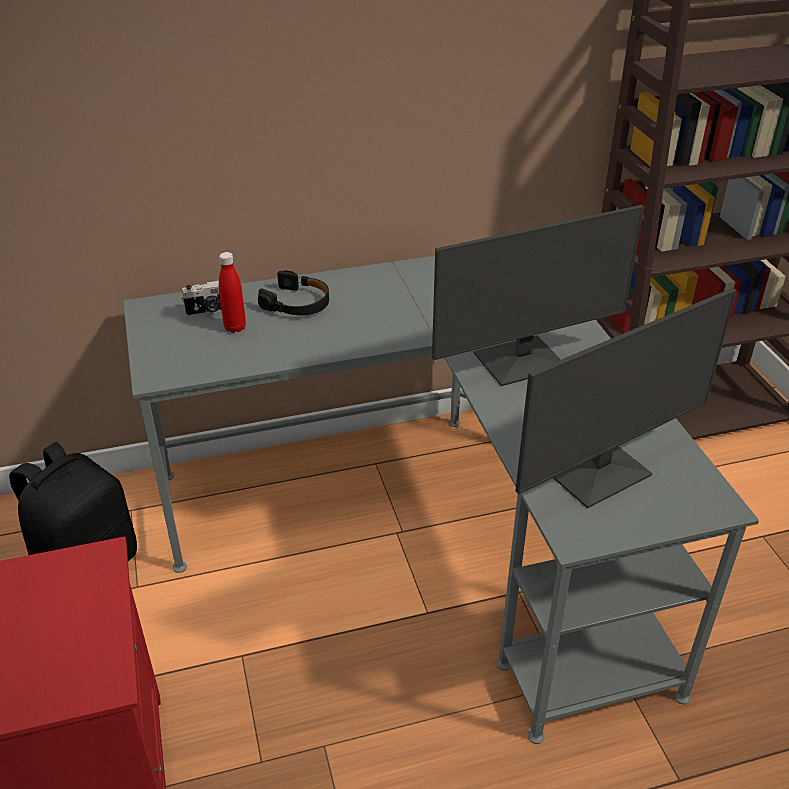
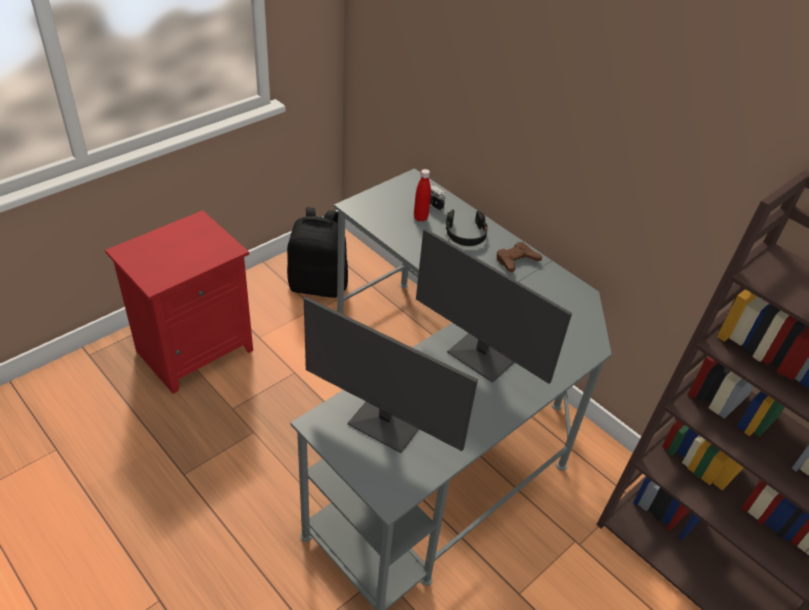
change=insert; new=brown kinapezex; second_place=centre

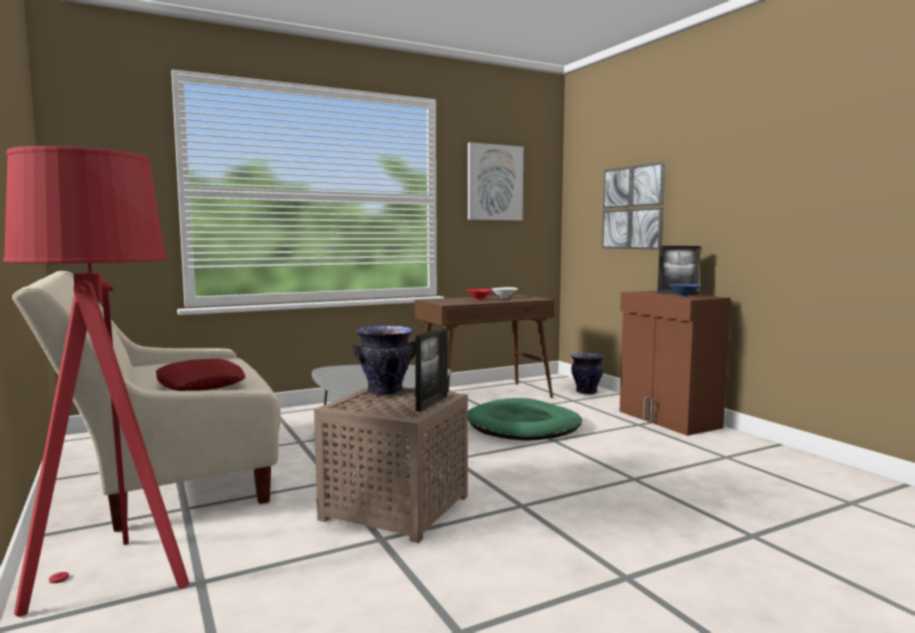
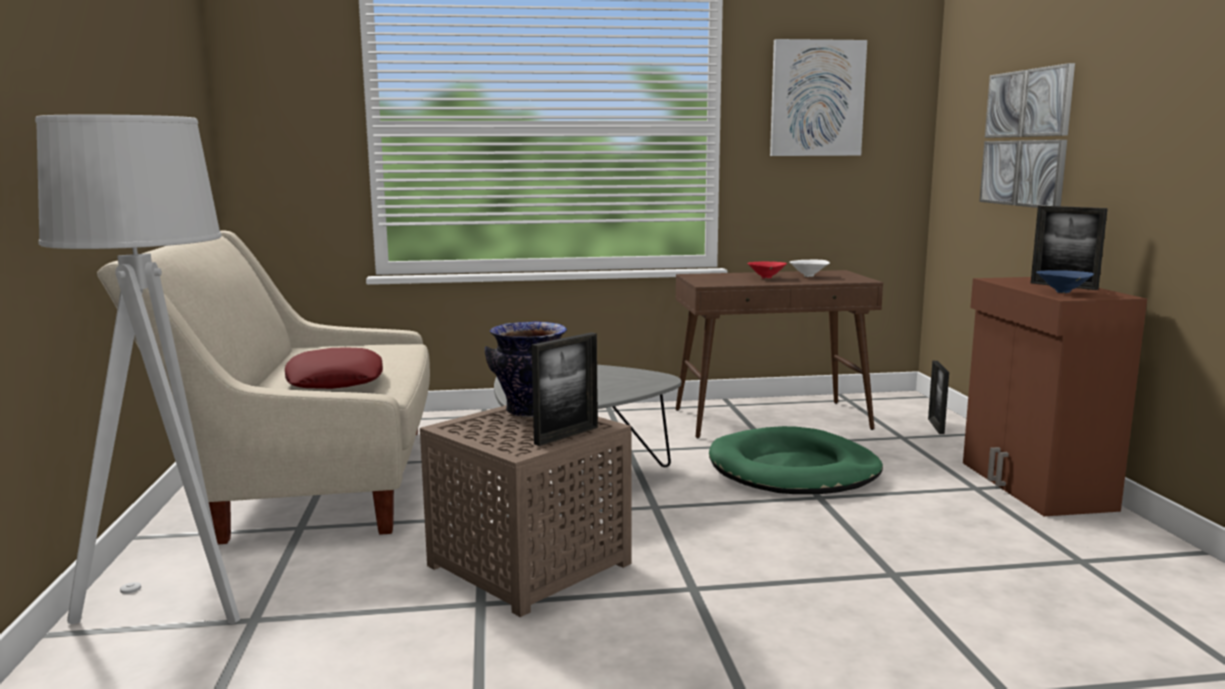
change=replace; old=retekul (2nd from left); new=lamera (2nd from left); first_place=centre; second_place=middle right
change=recolor; old=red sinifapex; new=grey sinifapex; first_place=middle left; second_place=middle left

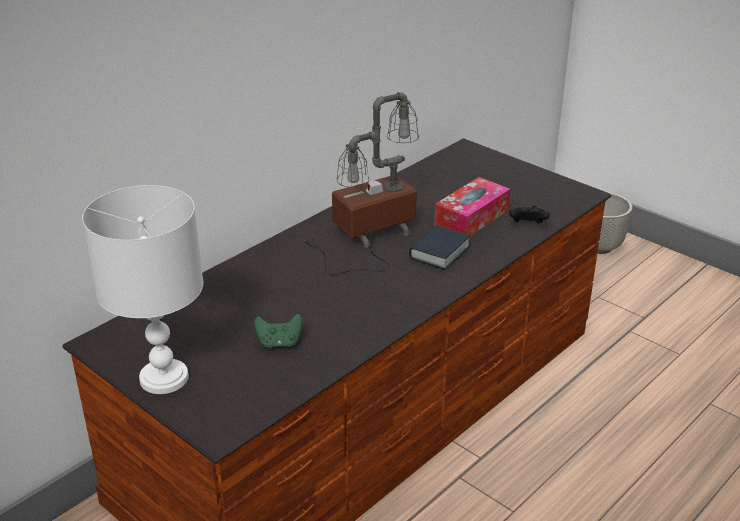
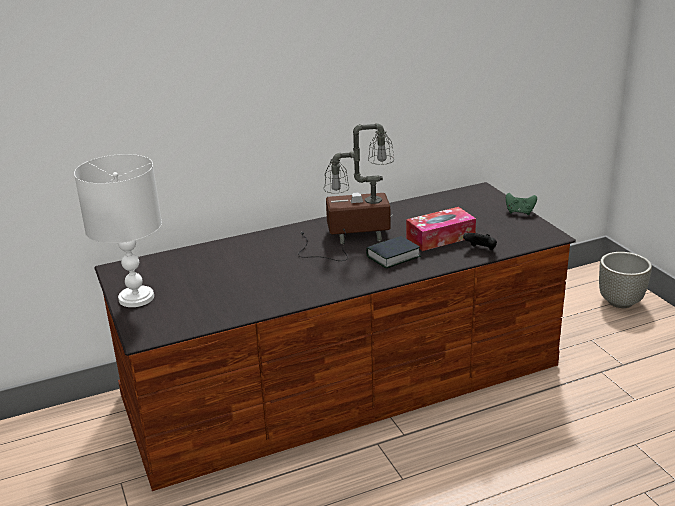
change=move; old=green kinapezex; first_place=centre; second_place=middle right

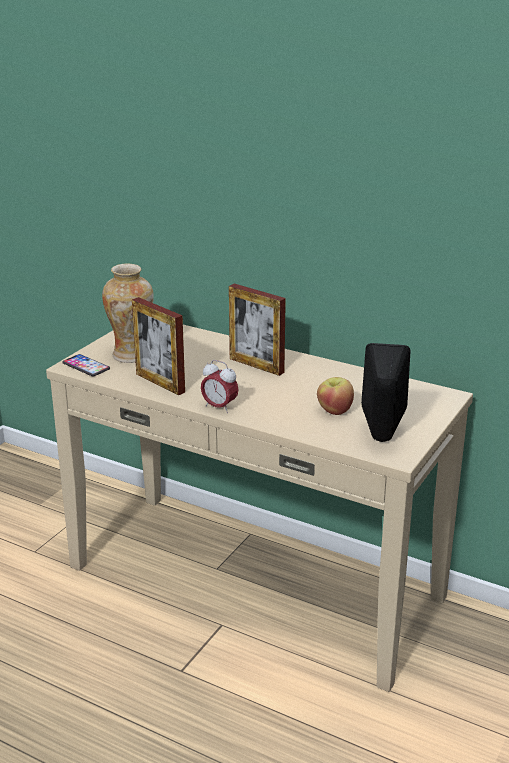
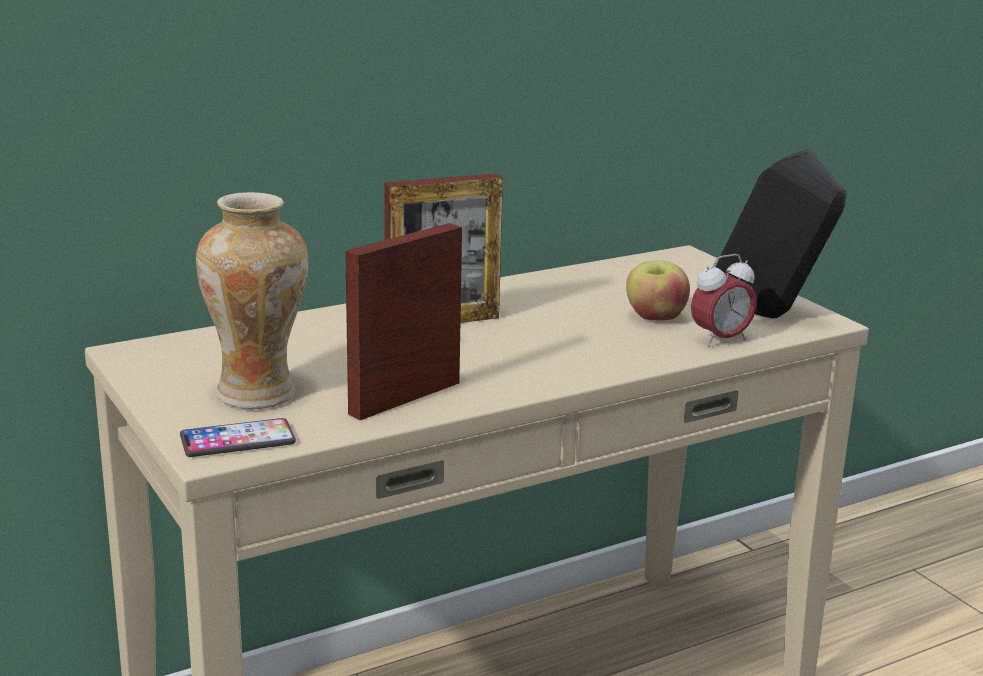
change=move; old=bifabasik; first_place=centre; second_place=middle right
change=rotate; old=lamera (1st from left); first_place=middle left; second_place=centre; degrees=150

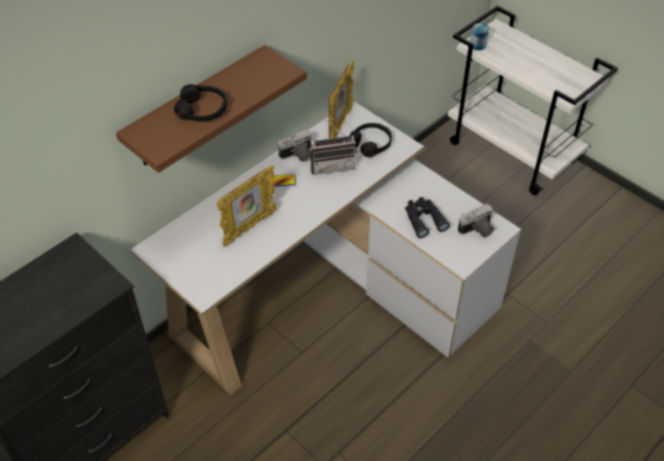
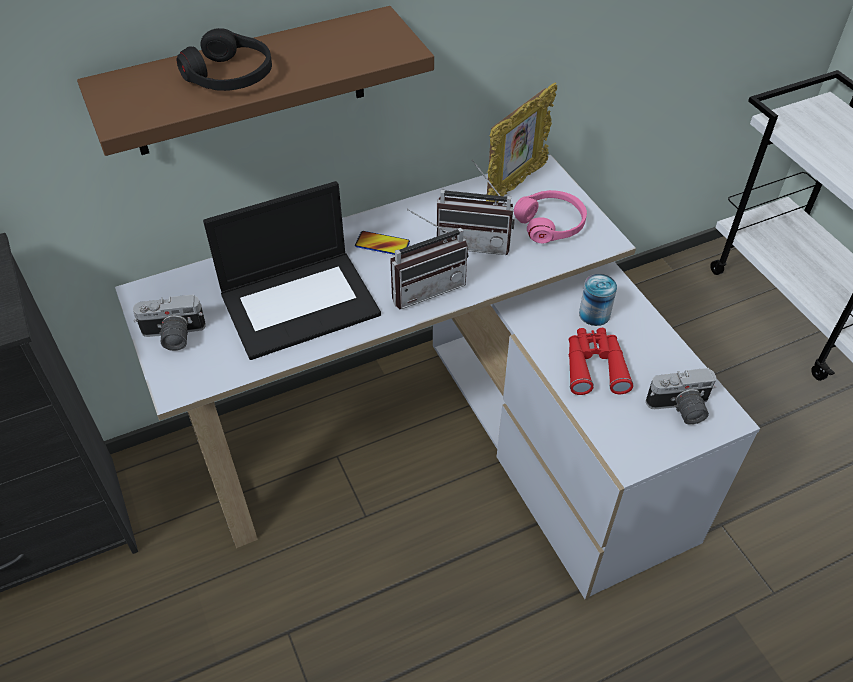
change=insert; new=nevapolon (1st from left); second_place=centre
change=move; old=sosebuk (1st from left); first_place=top centre; second_place=middle left
change=move; old=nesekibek; first_place=top right; second_place=middle right
change=replace; old=lamera (1st from left); new=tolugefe; first_place=centre; second_place=centre
change=recolor; old=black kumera (2nd from left); new=pink kumera; first_place=top centre; second_place=top centre
change=recolor; old=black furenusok; new=red furenusok; first_place=centre; second_place=middle right

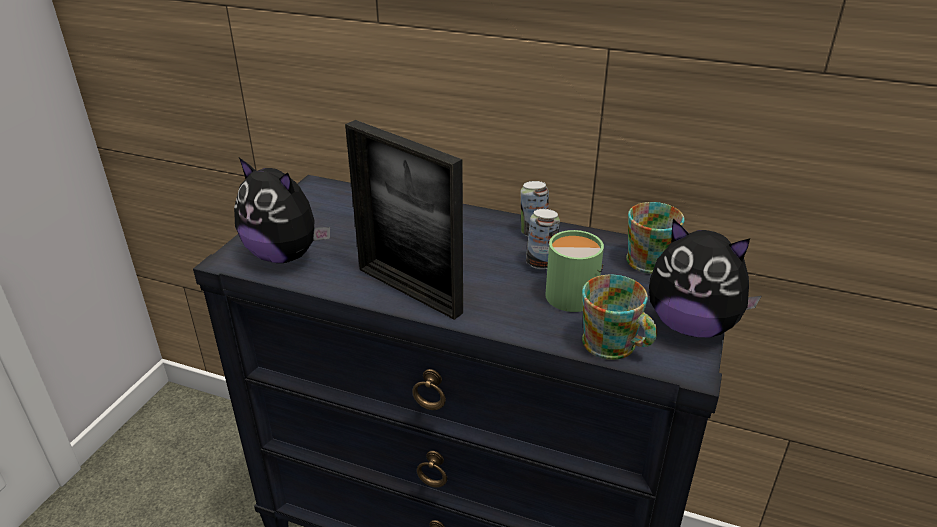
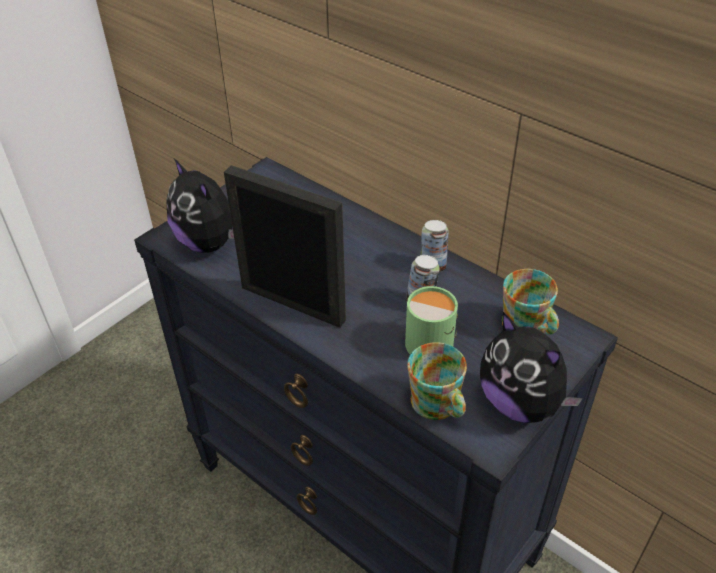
change=rotate; old=lamera; first_place=centre; second_place=centre; degrees=150

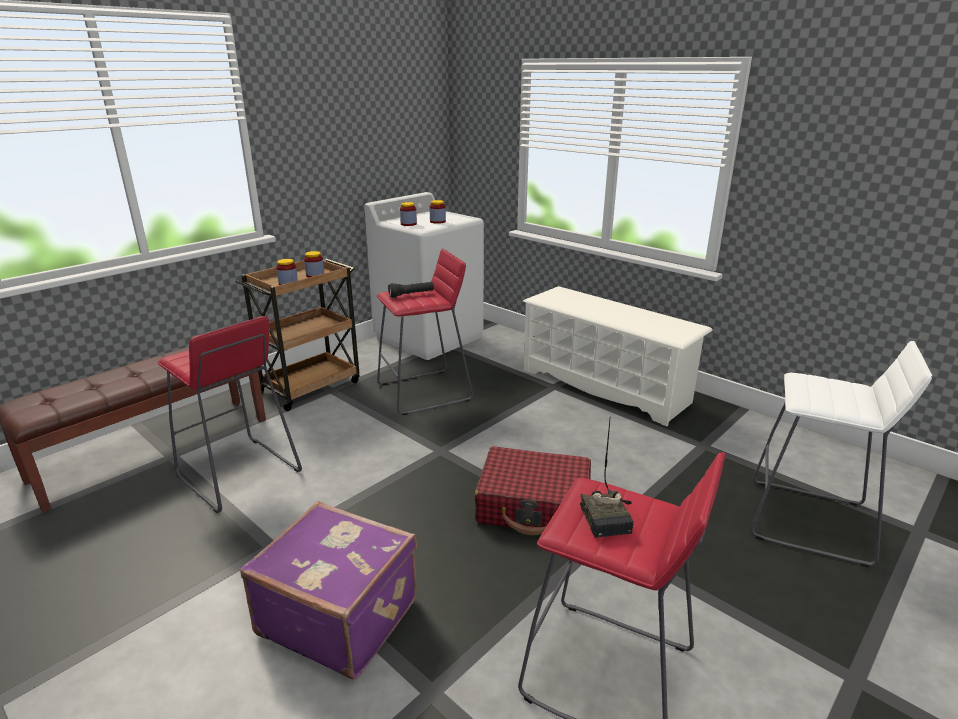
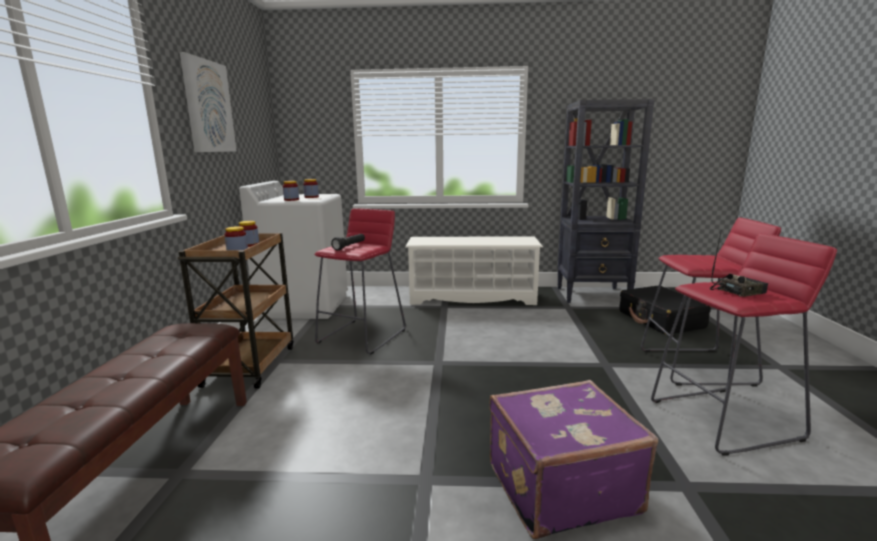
change=delete; old=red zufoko; first_place=bottom centre
change=insert; new=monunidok; second_place=top left
change=insert; new=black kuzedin; second_place=middle right
change=move; old=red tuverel (1st from left in the first image); new=red tuverel (2nd from left); first_place=middle left; second_place=middle right
change=replace; old=white tuverel; new=black zufoko; first_place=middle right; second_place=middle right
change=rotate; old=nevapolon; first_place=centre; second_place=middle right; degrees=-60

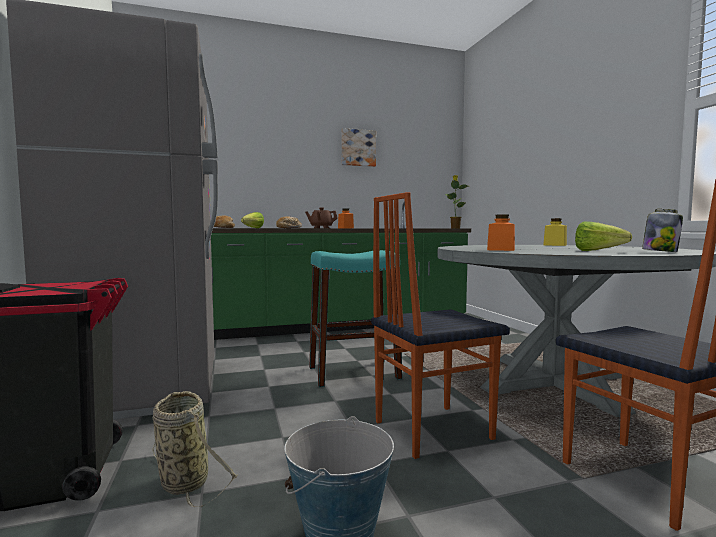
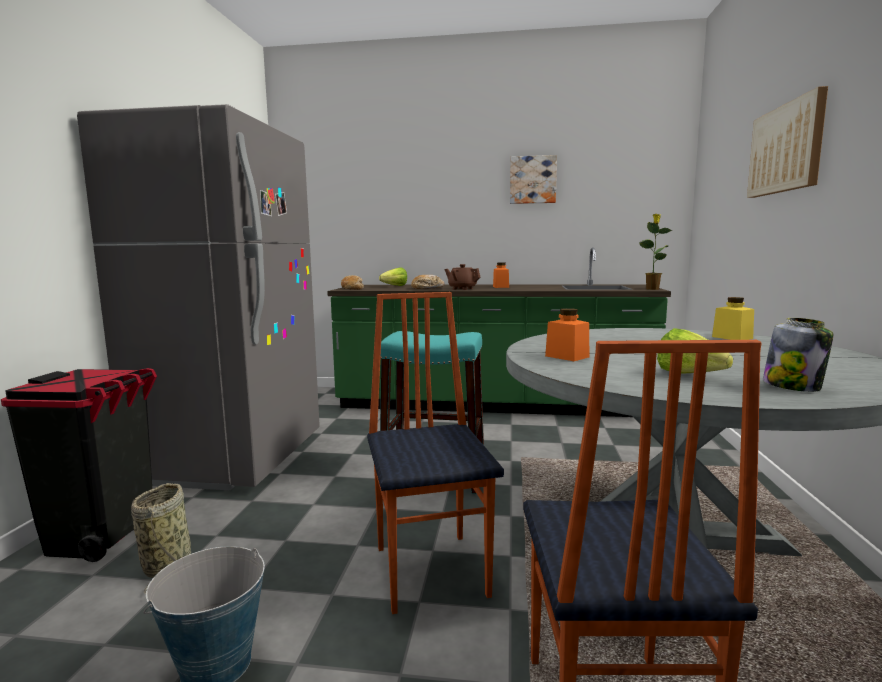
change=insert; new=monunidok (2nd from left); second_place=top right
change=rotate; old=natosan (1st from left); first_place=centre; second_place=centre; degrees=75

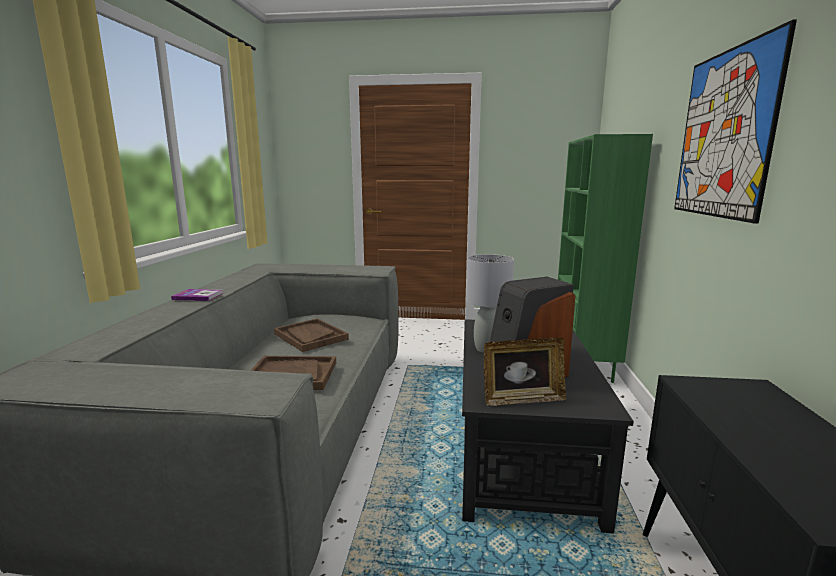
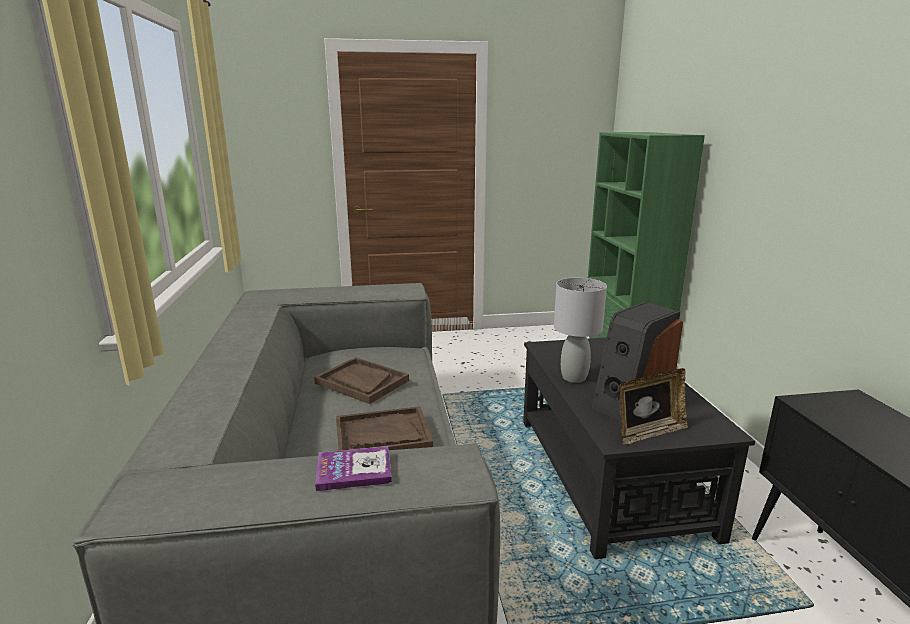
change=delete; old=monunidok; first_place=top right
change=move; old=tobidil; first_place=middle left; second_place=bottom centre

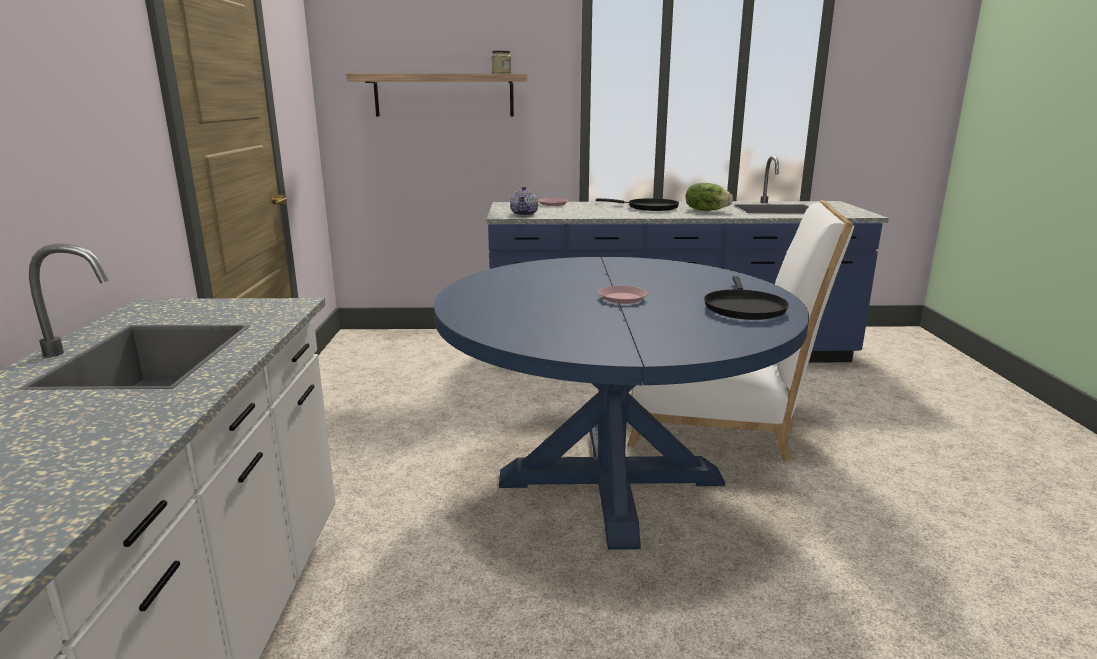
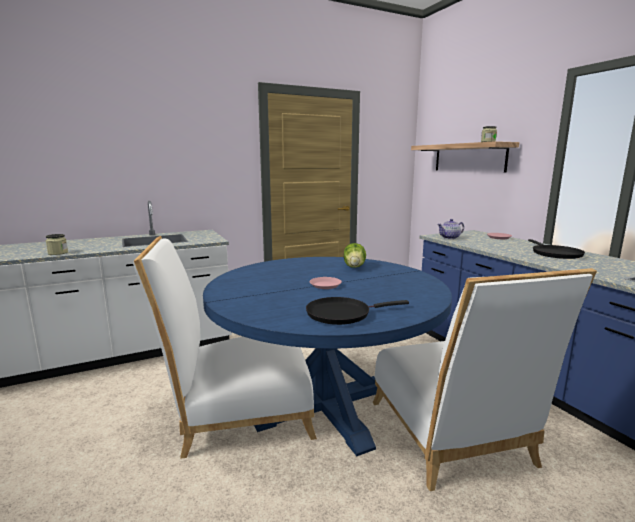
change=insert; new=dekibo (1st from left); second_place=middle left
change=insert; new=white natosan (1st from left); second_place=centre
change=move; old=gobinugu; first_place=top centre; second_place=centre

